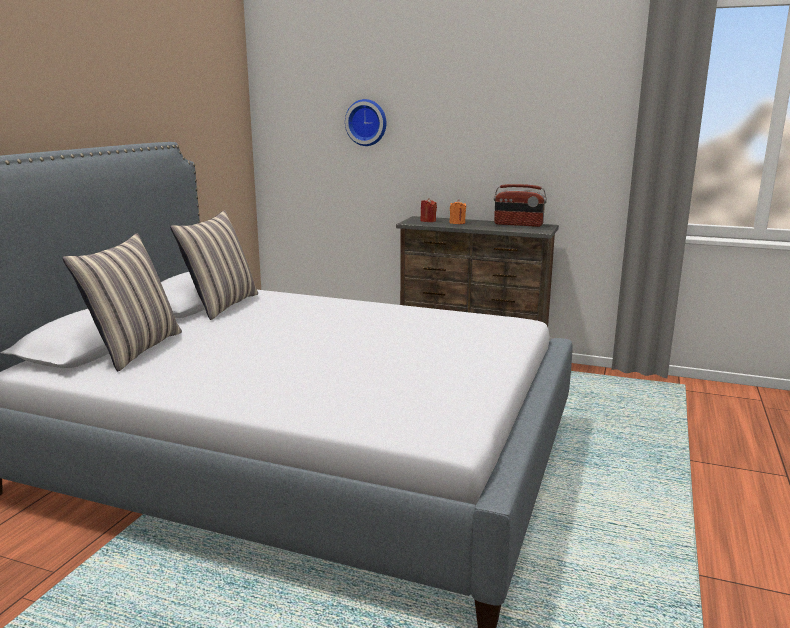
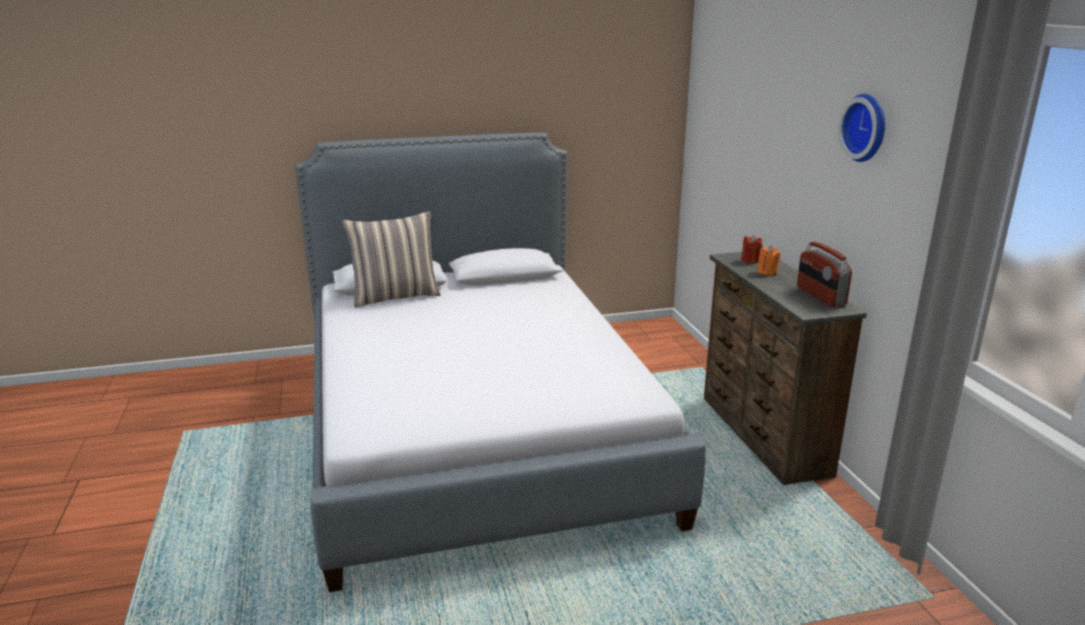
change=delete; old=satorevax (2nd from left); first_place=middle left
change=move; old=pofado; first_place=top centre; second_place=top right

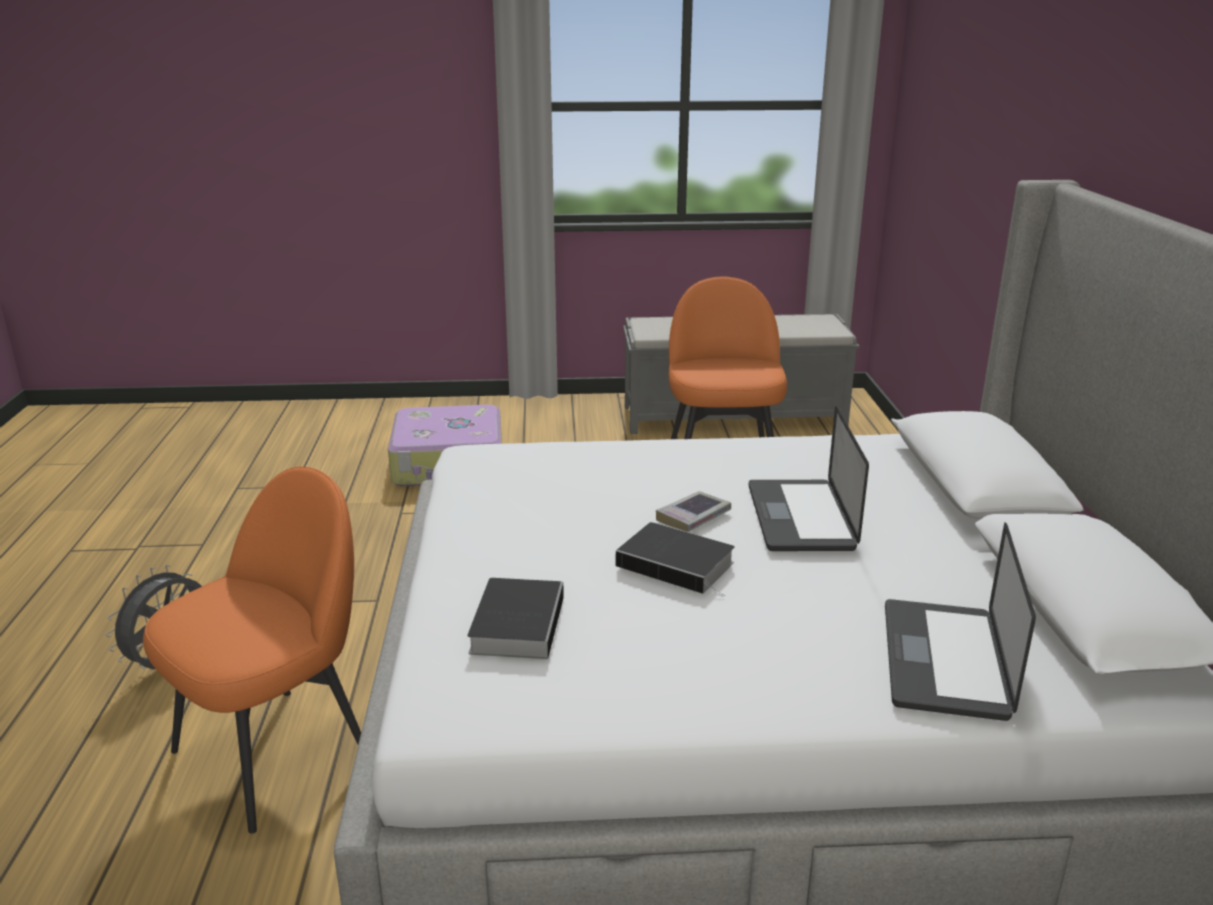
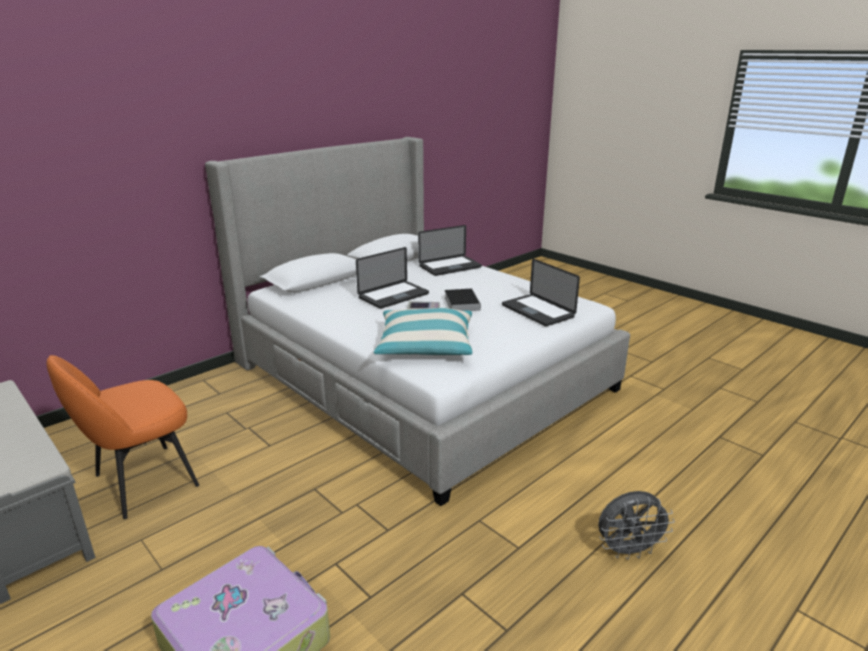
change=delete; old=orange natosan (1st from left); first_place=bottom left
change=insert; new=satorevax; second_place=centre
change=replace; old=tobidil (1st from left); new=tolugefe (3rd from left); first_place=bottom centre; second_place=centre

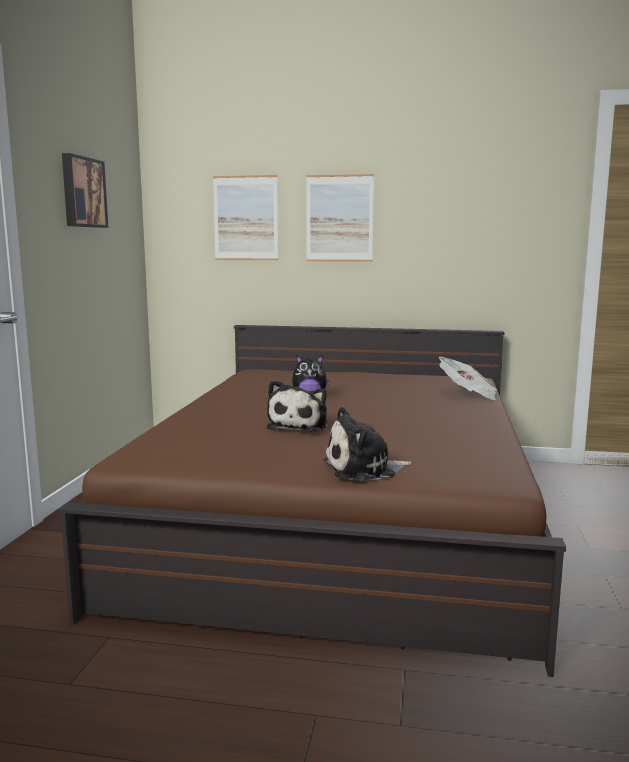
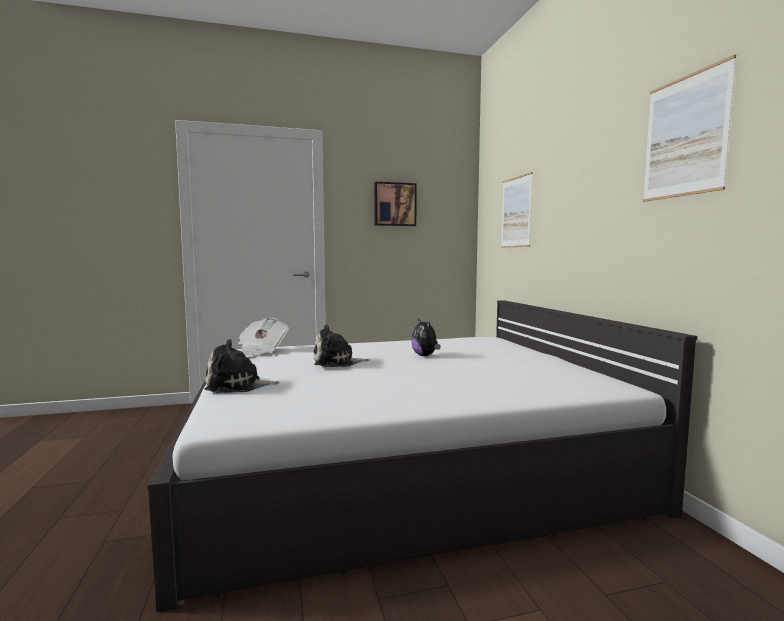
change=move; old=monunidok (3rd from left); first_place=top centre; second_place=top right
change=move; old=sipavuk; first_place=middle right; second_place=centre
change=recolor; old=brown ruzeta; new=white ruzeta; first_place=centre; second_place=bottom centre
change=rotate; old=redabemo (3rd from left in the first image); first_place=centre; second_place=middle left; degrees=-60

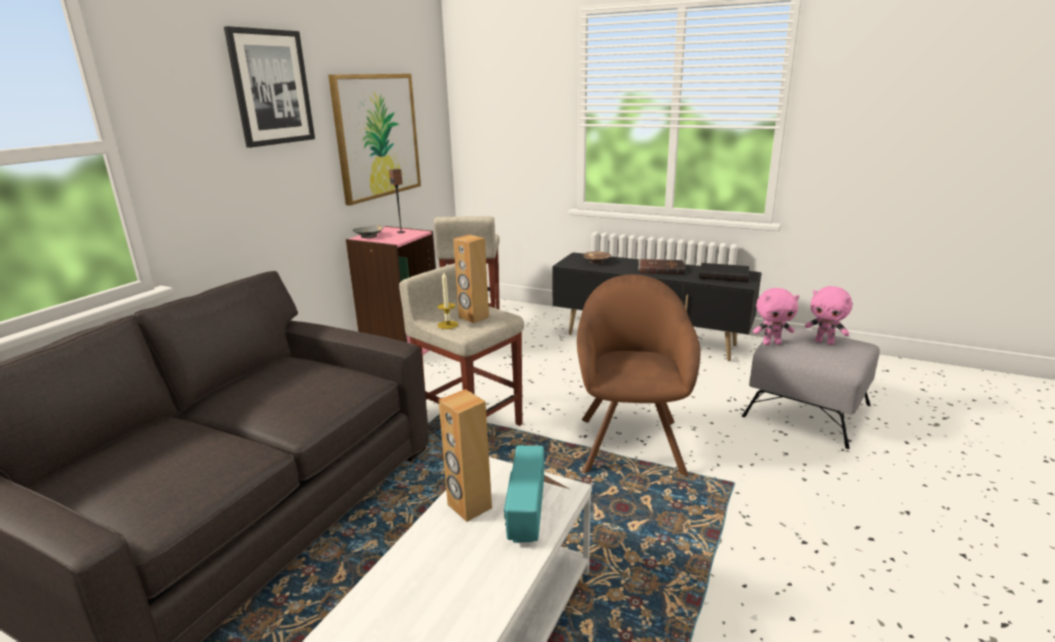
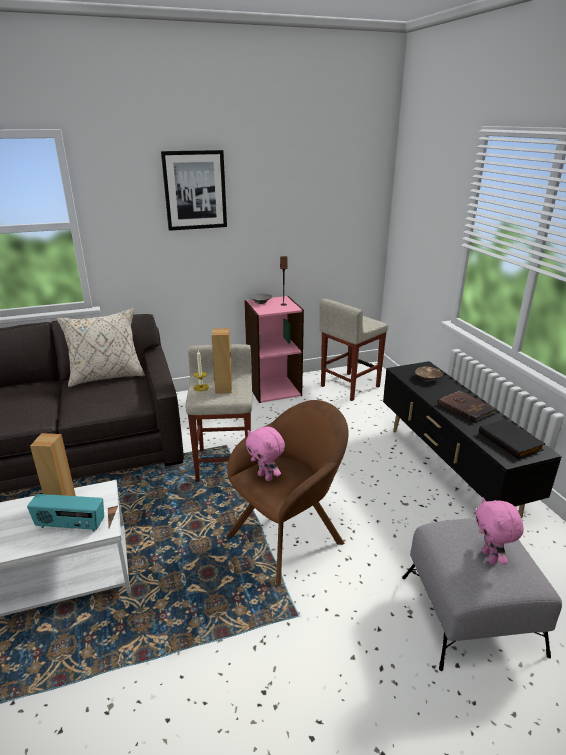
change=delete; old=monunidok (2nd from left); first_place=top centre
change=insert; new=beige satorevax; second_place=middle left
change=move; old=pink redabemo (1st from left); first_place=middle right; second_place=centre
change=rotate; old=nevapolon; first_place=bottom centre; second_place=bottom left; degrees=-135

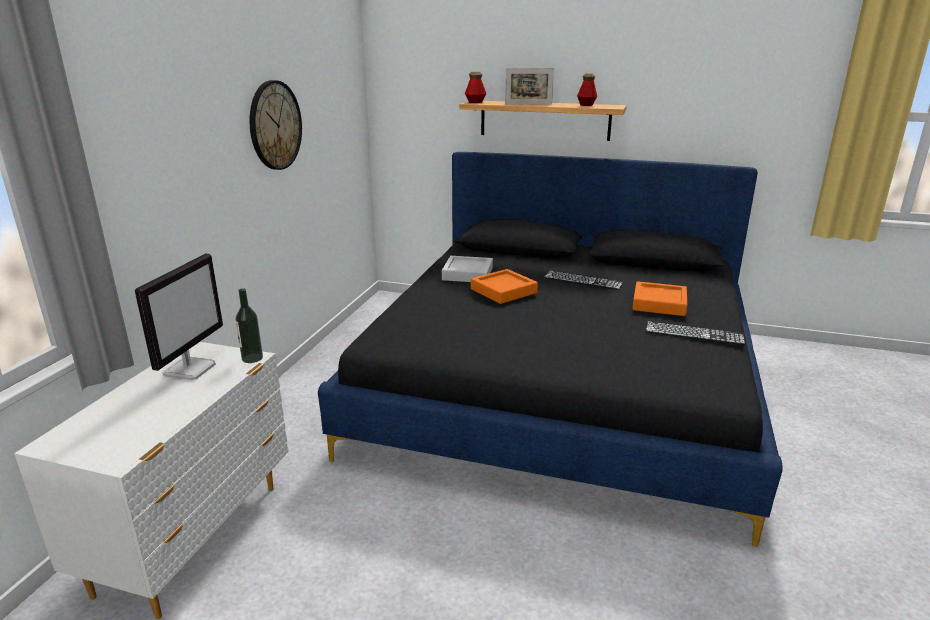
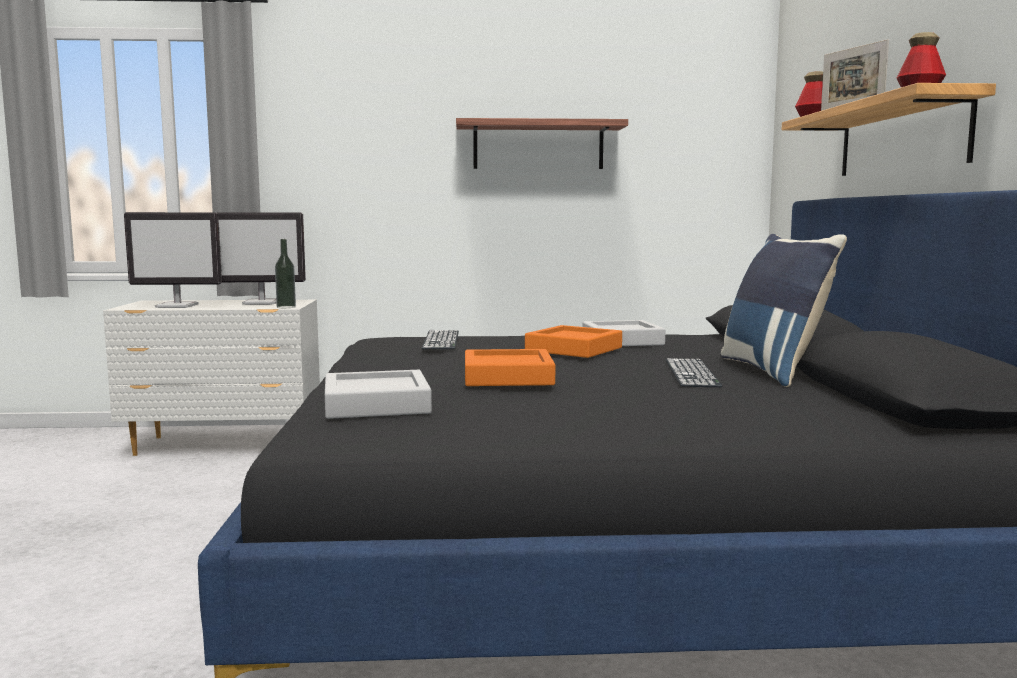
change=insert; new=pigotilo (1st from left); second_place=middle left
change=insert; new=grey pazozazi (1st from left); second_place=centre
change=insert; new=blue satorevax; second_place=middle right
change=move; old=orange pazozazi (2nd from left in the first image); new=orange pazozazi (1st from left); first_place=middle right; second_place=centre
change=move; old=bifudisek (2nd from left in the first image); new=bifudisek (1st from left); first_place=middle right; second_place=centre
change=replace; old=pofado; new=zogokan (1st from left); first_place=top left; second_place=top centre

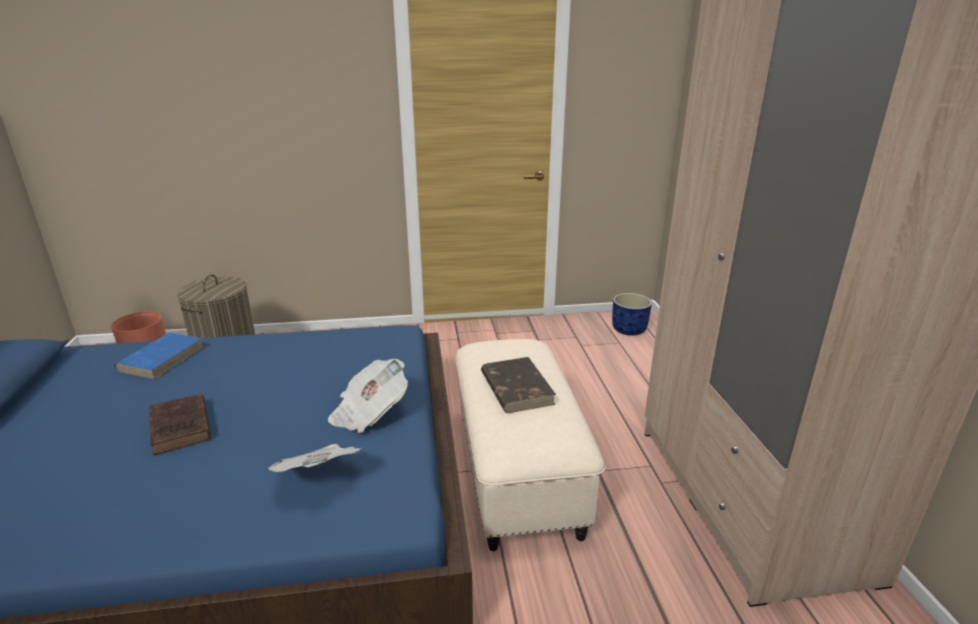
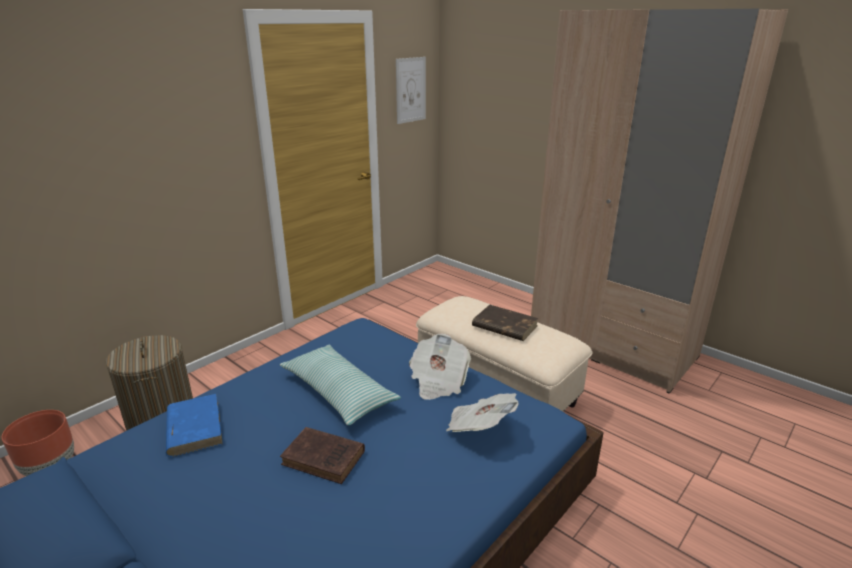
change=delete; old=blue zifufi; first_place=centre
change=insert; new=satorevax; second_place=bottom centre
change=insert; new=monunidok; second_place=top centre

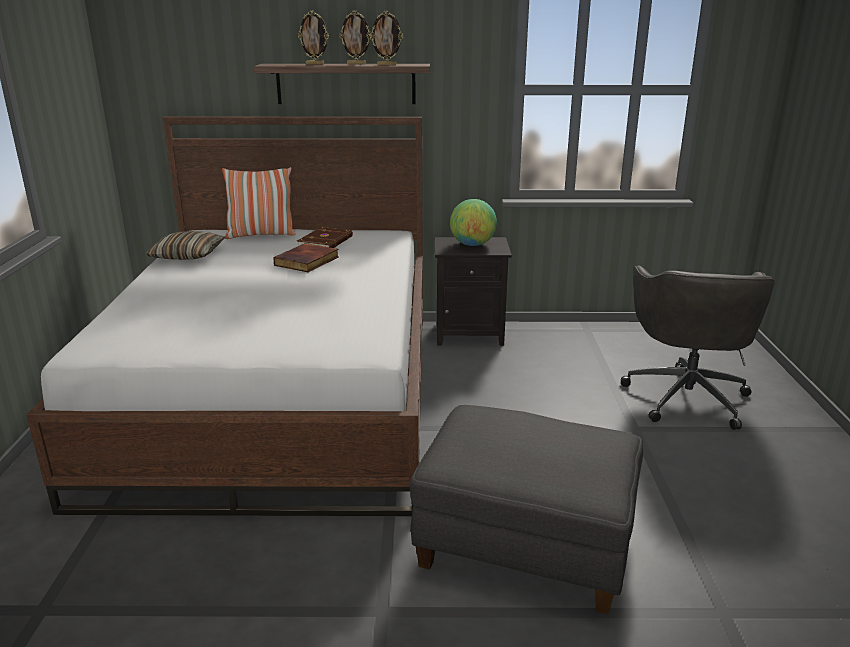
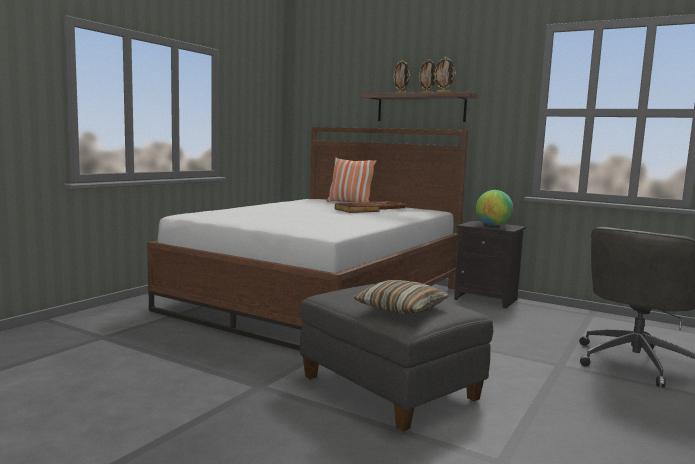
change=move; old=satorevax (1st from left in the first image); new=satorevax (2nd from left); first_place=middle left; second_place=centre

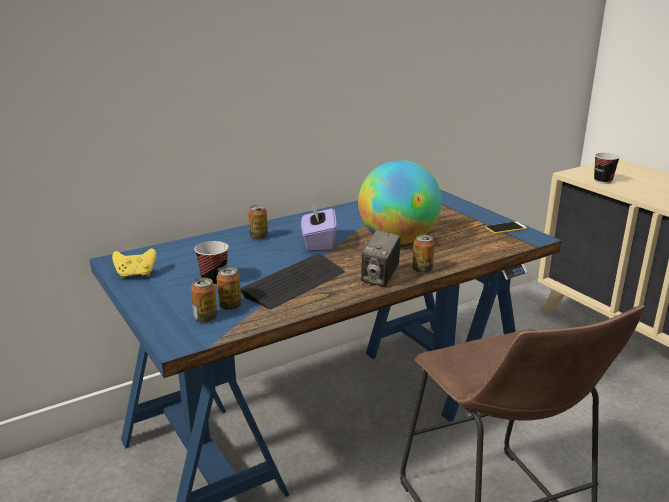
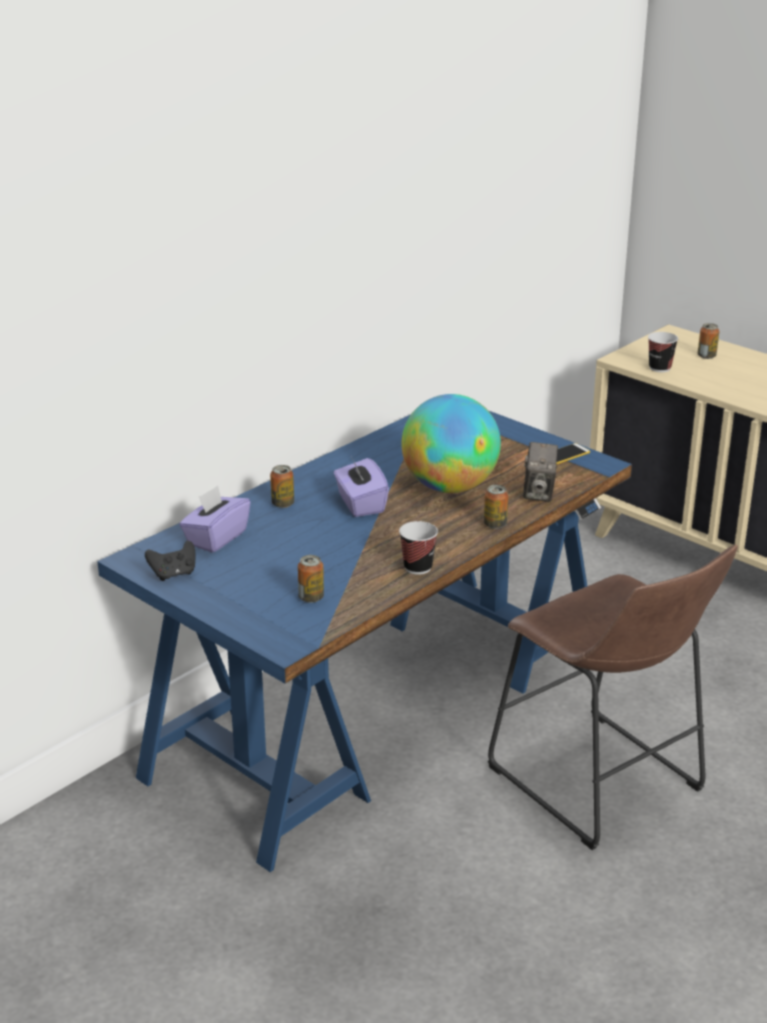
change=delete; old=bifudisek; first_place=centre
change=insert; new=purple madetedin (1st from left); second_place=middle left
change=move; old=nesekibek (1st from left in the first image); new=nesekibek (4th from left); first_place=middle left; second_place=middle right
change=move; old=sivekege (1st from left); first_place=middle left; second_place=centre
change=move; old=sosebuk; first_place=centre; second_place=middle right
change=recolor; old=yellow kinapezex; new=black kinapezex; first_place=middle left; second_place=middle left

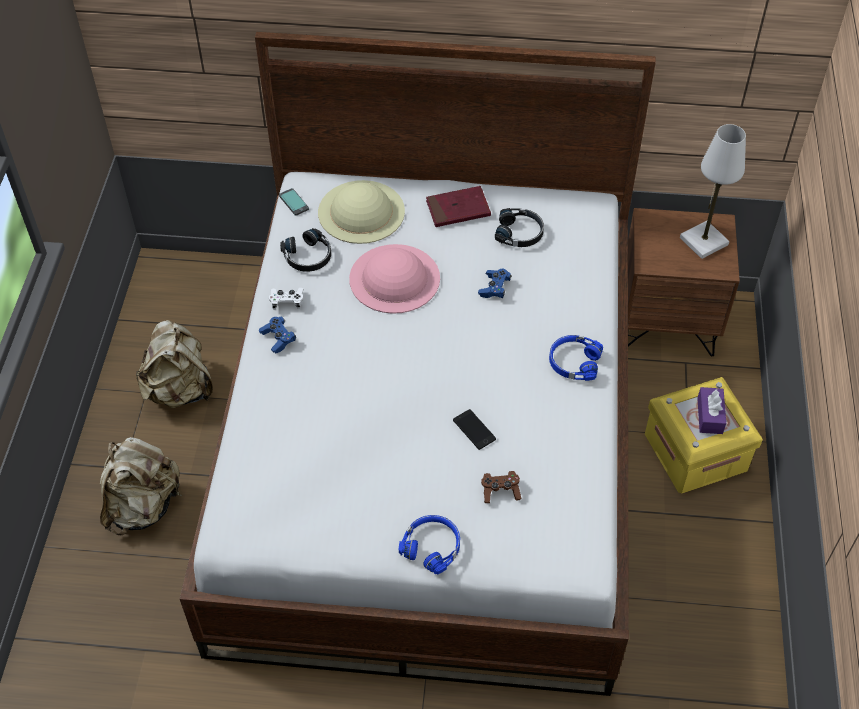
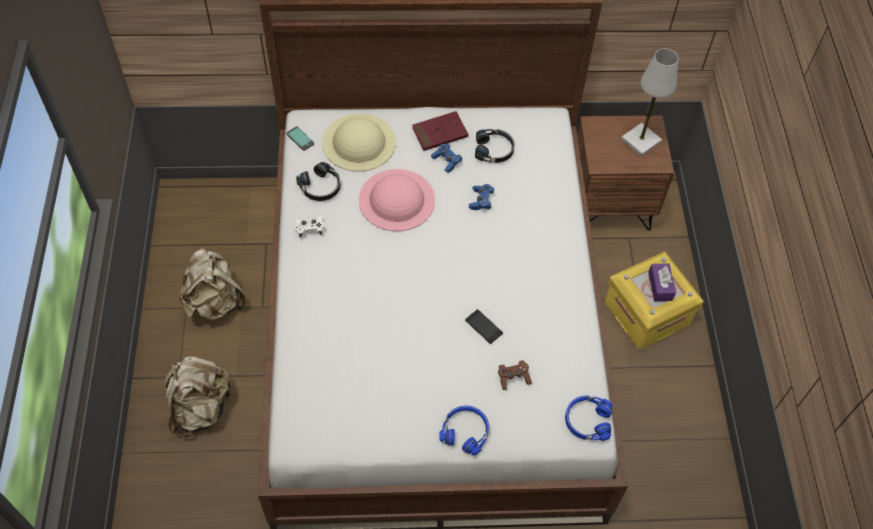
change=move; old=blue kinapezex (1st from left); first_place=middle left; second_place=top centre
change=move; old=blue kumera (2nd from left); first_place=middle right; second_place=bottom right

